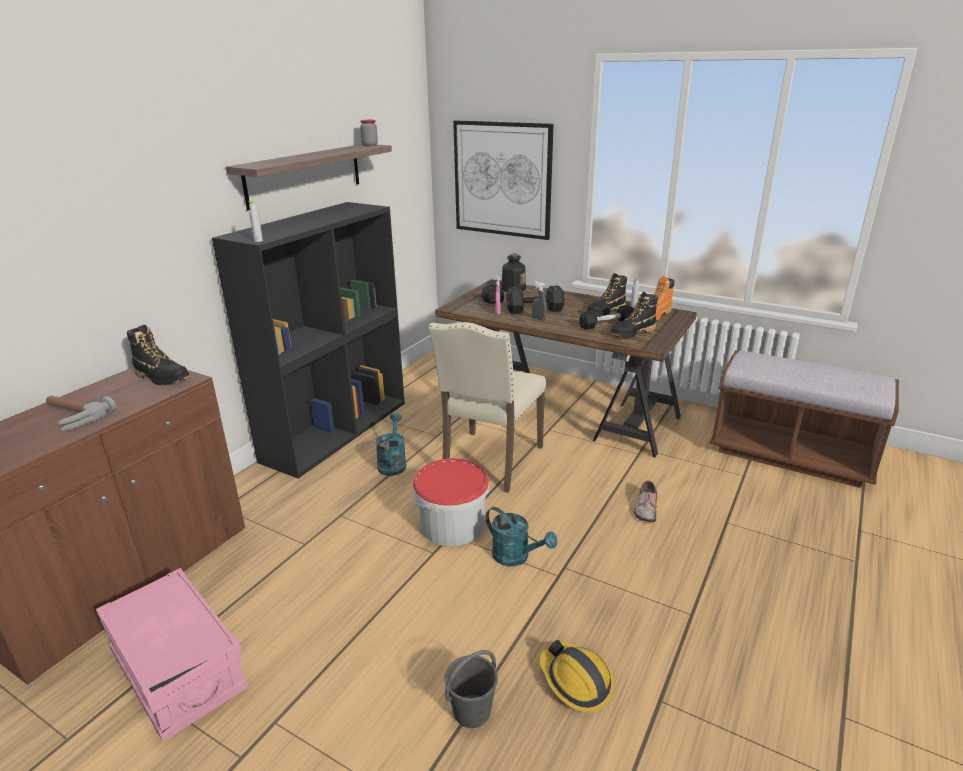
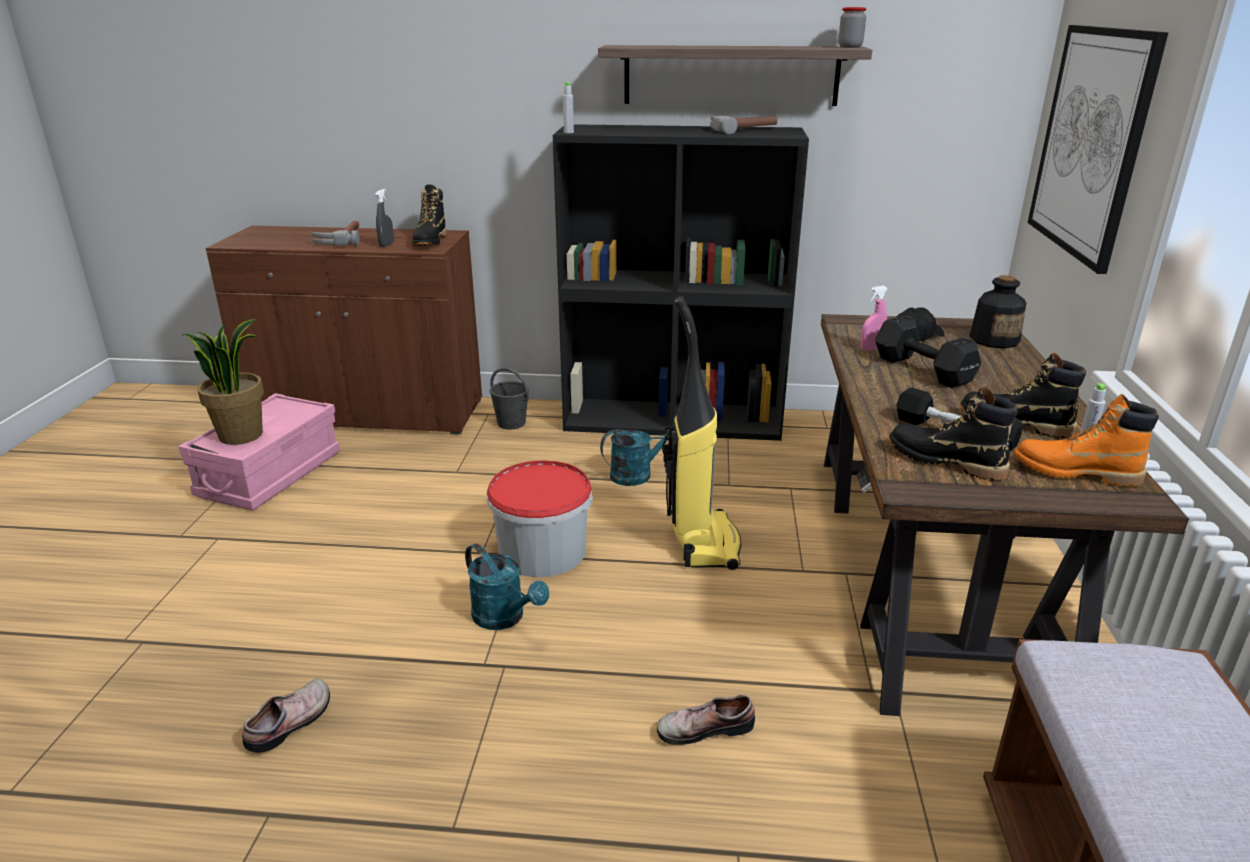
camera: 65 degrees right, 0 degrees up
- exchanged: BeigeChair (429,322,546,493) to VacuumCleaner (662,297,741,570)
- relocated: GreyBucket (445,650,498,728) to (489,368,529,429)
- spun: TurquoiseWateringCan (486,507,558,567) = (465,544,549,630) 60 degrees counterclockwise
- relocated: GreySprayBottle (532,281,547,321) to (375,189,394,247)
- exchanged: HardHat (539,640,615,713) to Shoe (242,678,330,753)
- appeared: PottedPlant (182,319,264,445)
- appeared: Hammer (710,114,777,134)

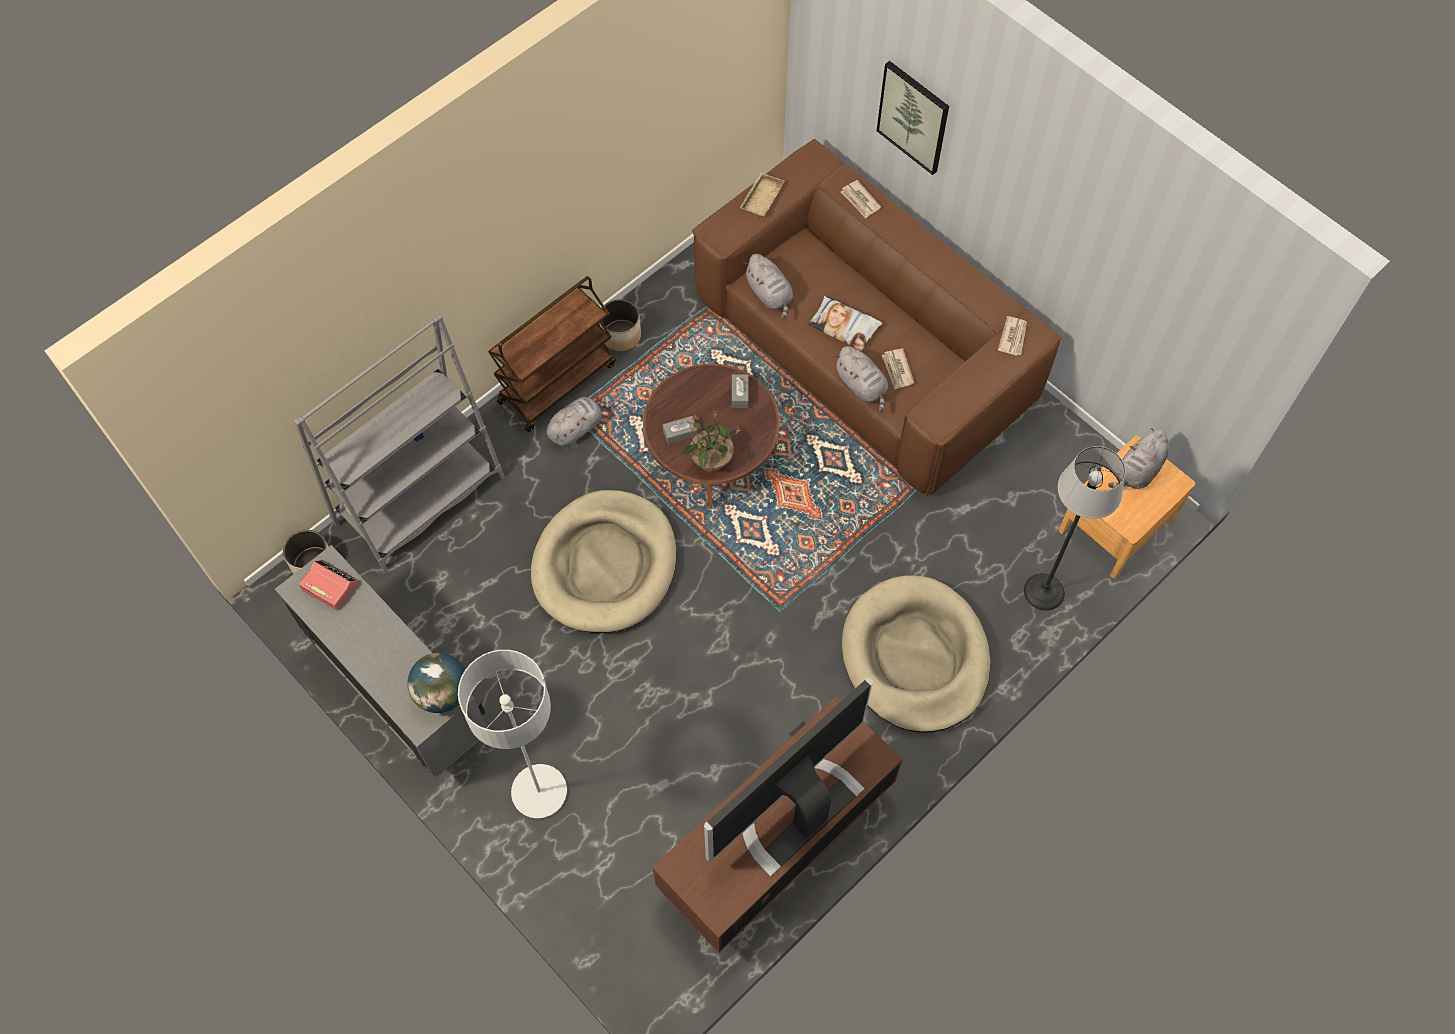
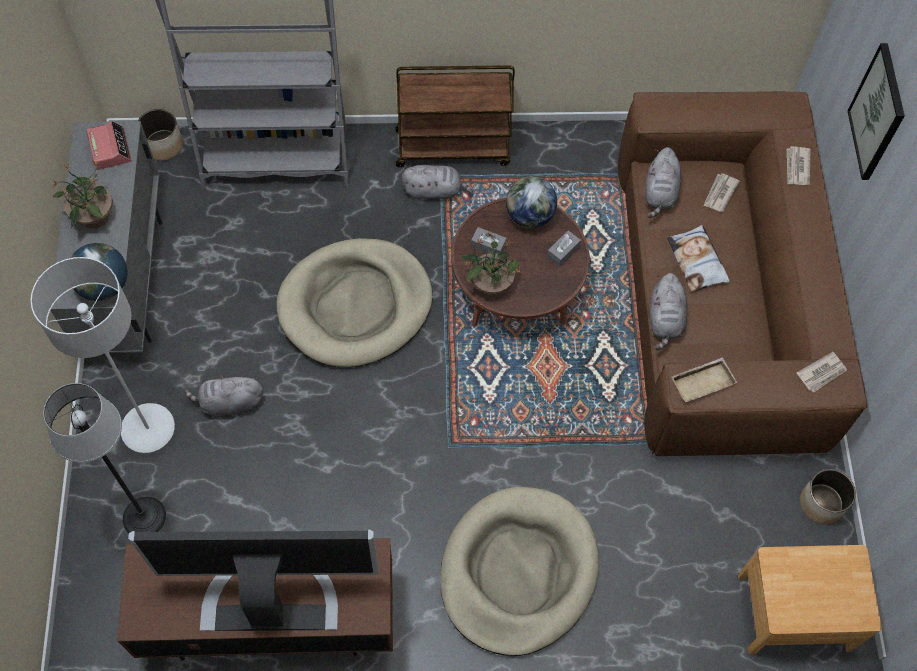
camera: 40 degrees right, 0 degrees up
- relocated: Planter (600,299,641,351) to (800,469,856,525)
- relocated: BeigeTray (740,172,784,218) to (672,358,737,402)
- relocated: Newspaper (882,349,914,389) to (703,173,740,212)
- relocated: FloorLamp (1024,446,1125,611) to (44,383,166,533)
- relocated: GreyPlushToy (1108,428,1169,489) to (184,373,263,417)
- appeared: PottedPlant (51,161,113,229)
- appeared: Globe (506,176,557,228)

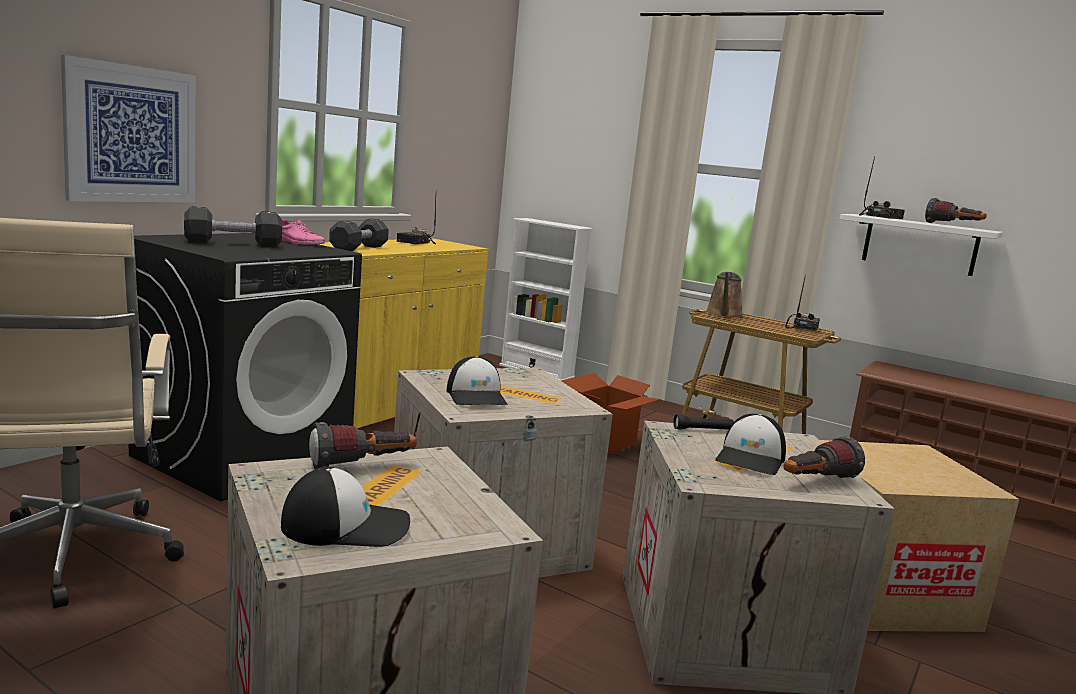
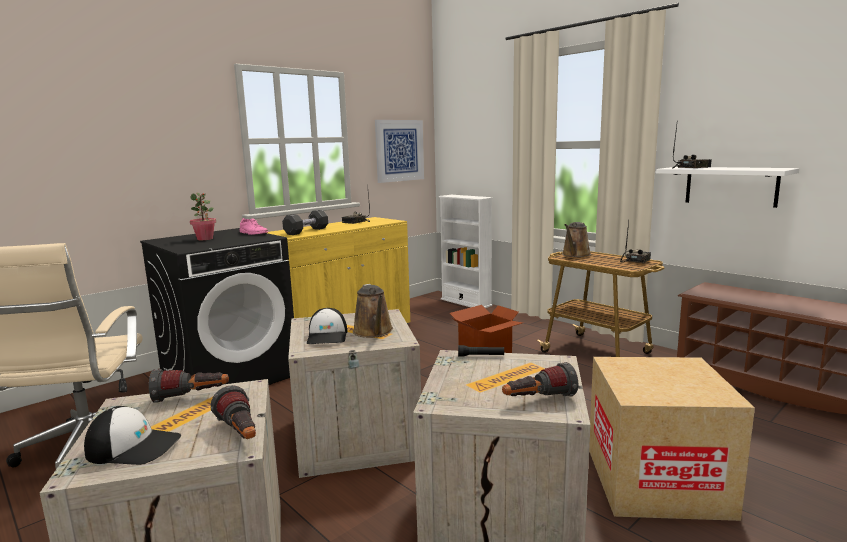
camera: 15 degrees right, 0 degrees up
- relocated: Picture (61,55,195,203) to (375,120,424,183)
- exchanged: BlackDumbbell (184,206,282,247) to PottedPlant (190,193,216,240)
- missing: Cap (715,414,786,475)
- relocated: Flashlight (925,198,987,223) to (211,385,256,439)
- appeared: BrownWateringCan (353,284,393,338)

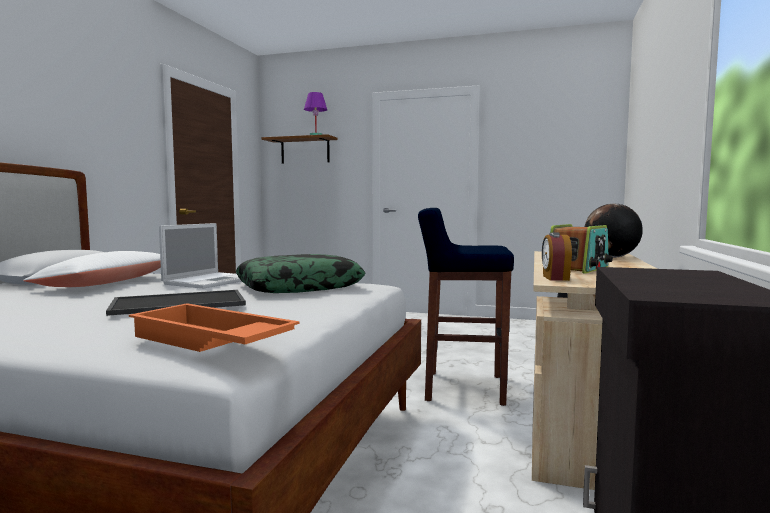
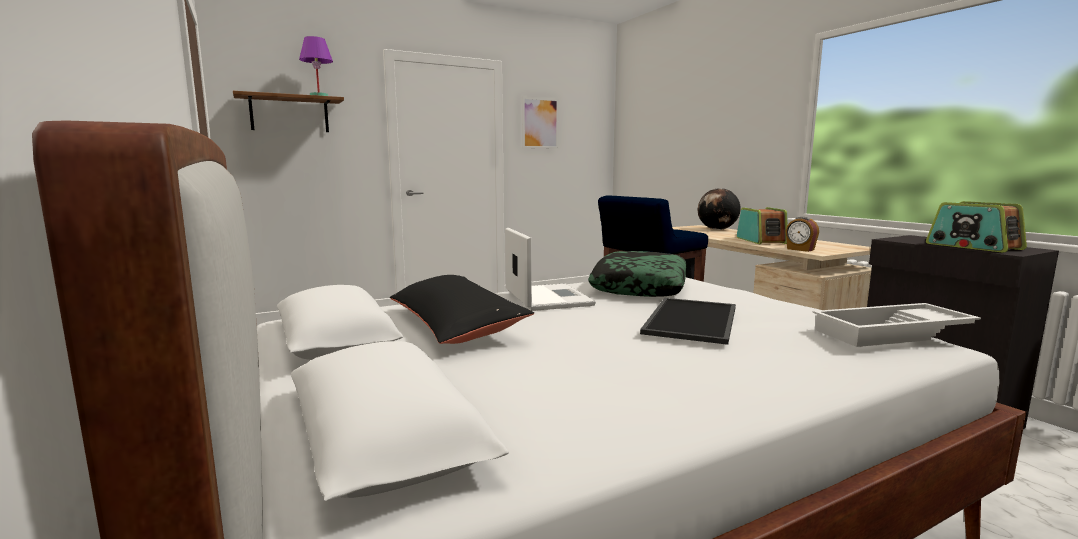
camera: 45 degrees left, 5 degrees up
- colour: WhitePillow (23,251,161,287) to BlackPillow (390,275,534,344)
- colour: OrangeTray (129,303,300,352) to WhiteTray (812,303,981,347)
- appeared: Picture (522,96,559,149)
- appeared: Radio (926,201,1027,252)

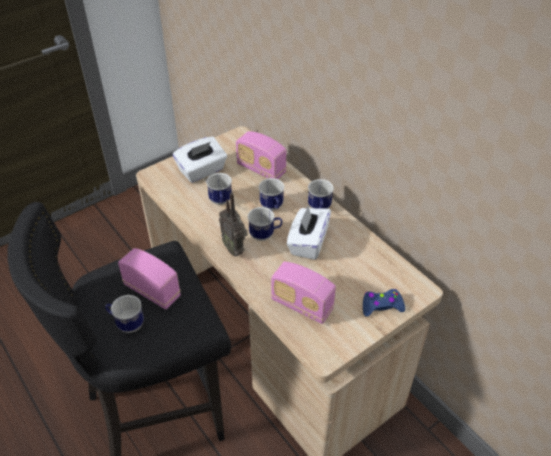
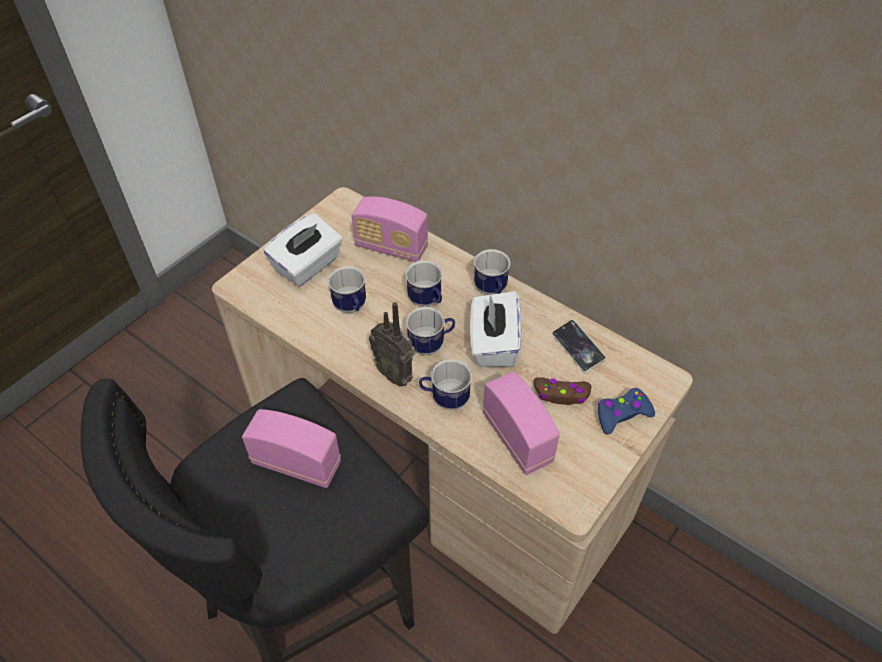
camera: 15 degrees left, 5 degrees up
- relocated: Mug (105,295,144,333) to (419,359,472,410)
- spun: Radio (271,262,336,324) = (482,371,560,475) 135 degrees counterclockwise
- appeared: BrownGameController (534,377,591,405)
- appeared: Phone (552,320,606,373)

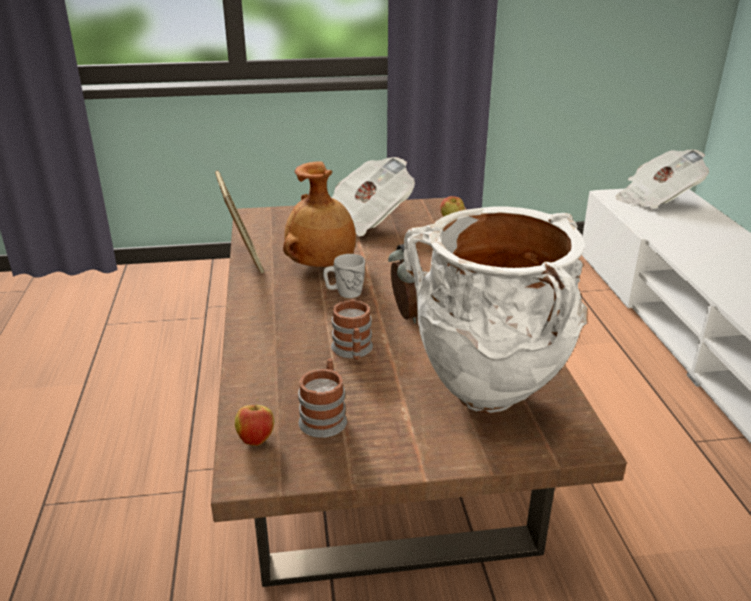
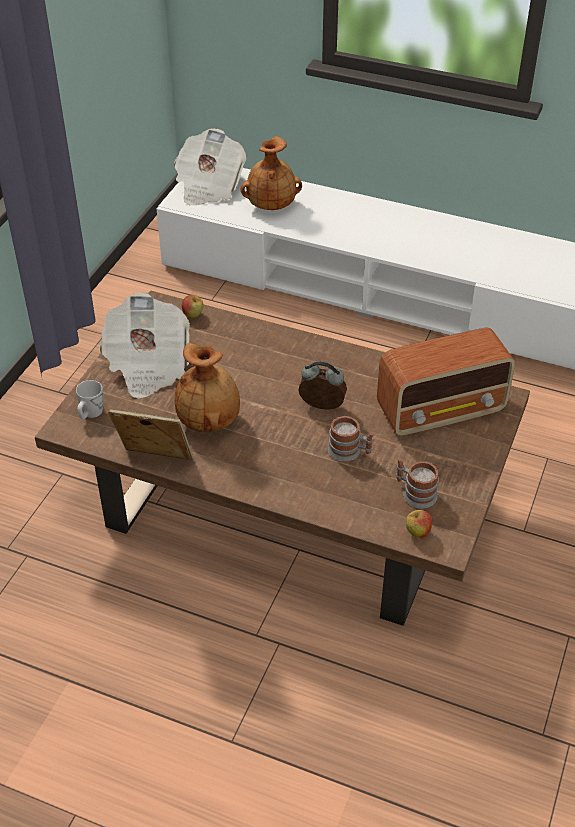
camera: 60 degrees left, 15 degrees up
- relocated: WhiteMug (323,254,365,298) to (76,380,103,420)
- exchanged: WhiteVase (403,206,587,413) to Radio (377,328,515,436)
- appeared: BrownVase (241,136,302,210)

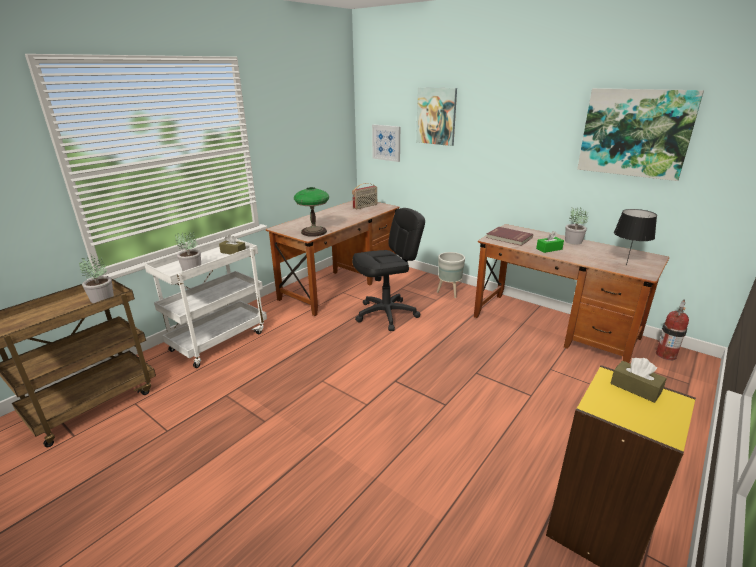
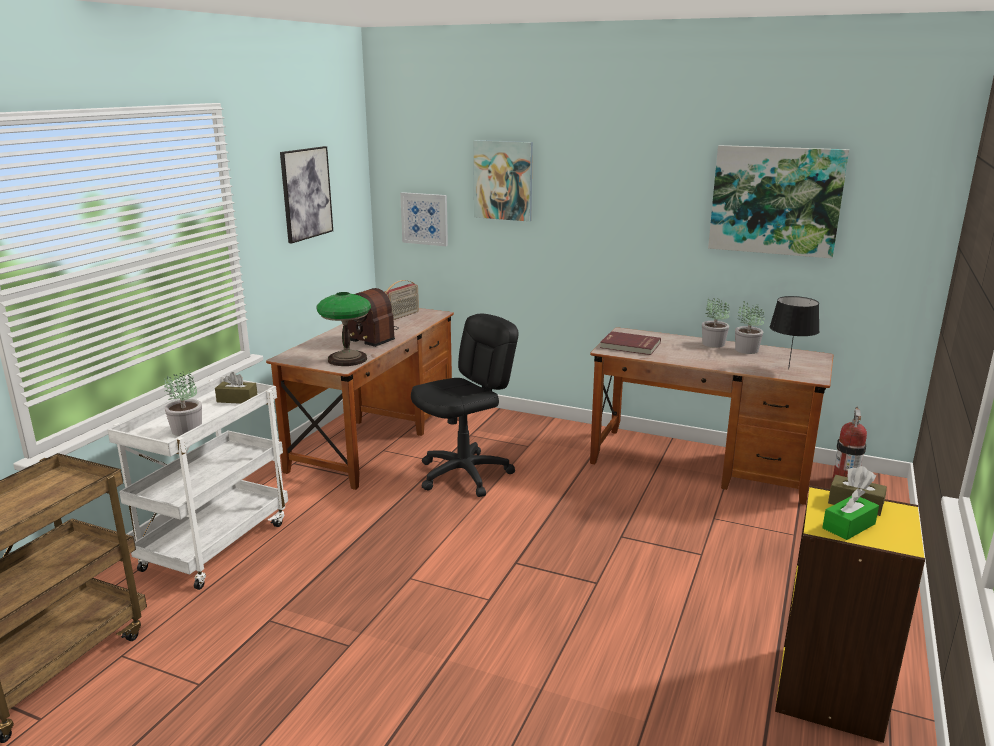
camera: 15 degrees left, 5 degrees down
- relocated: PottedPlant (79,253,114,303) to (735,301,765,354)
- missing: GreyPlanter (437,252,465,298)
- relocated: GreenTissueBox (536,231,564,253) to (822,489,879,540)
- appeared: Picture (280,146,333,244)
- appeared: Radio (347,288,399,347)

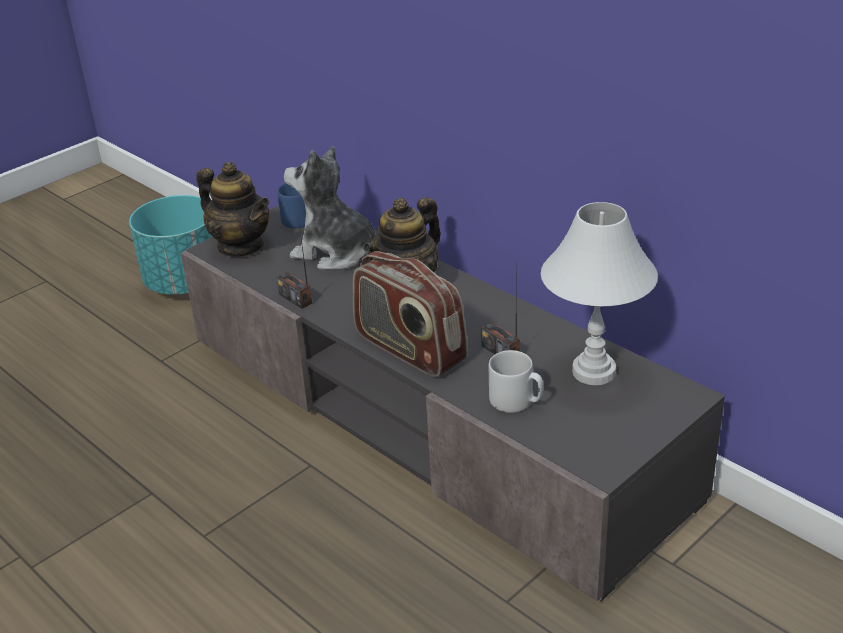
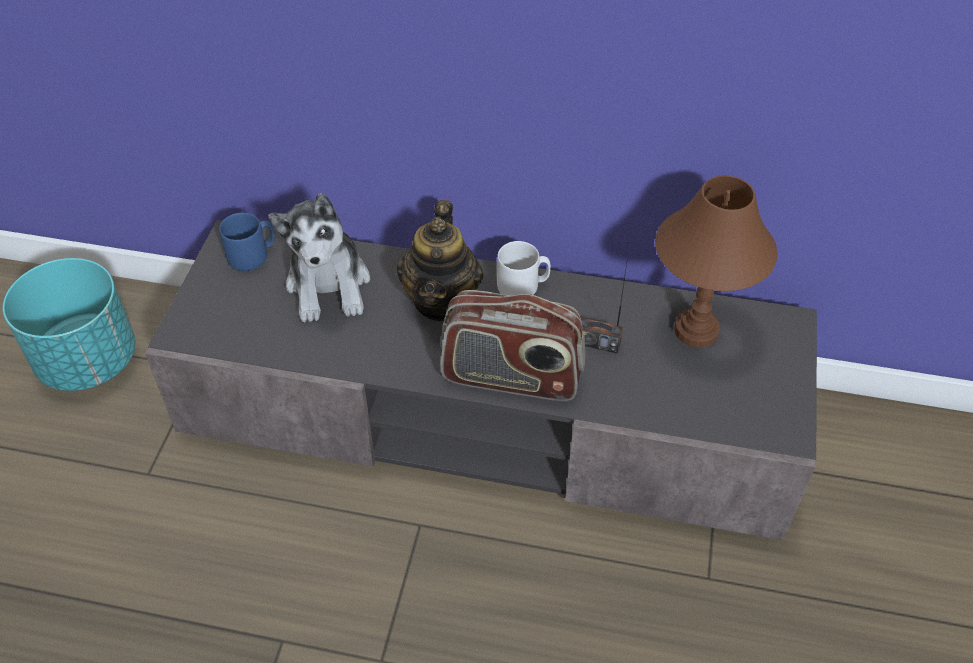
camera: 35 degrees left, 15 degrees up
- missing: Teapot (196,162,269,257)
- missing: Radio (277,216,312,309)
- spun: PlushToy (284,146,379,270) = (268,193,370,323) 90 degrees counterclockwise
- relocated: GreyMug (489,350,543,413) to (497,241,551,296)
- colour: WhiteTableLamp (541,202,658,385) to BrownTableLamp (655,176,778,347)

